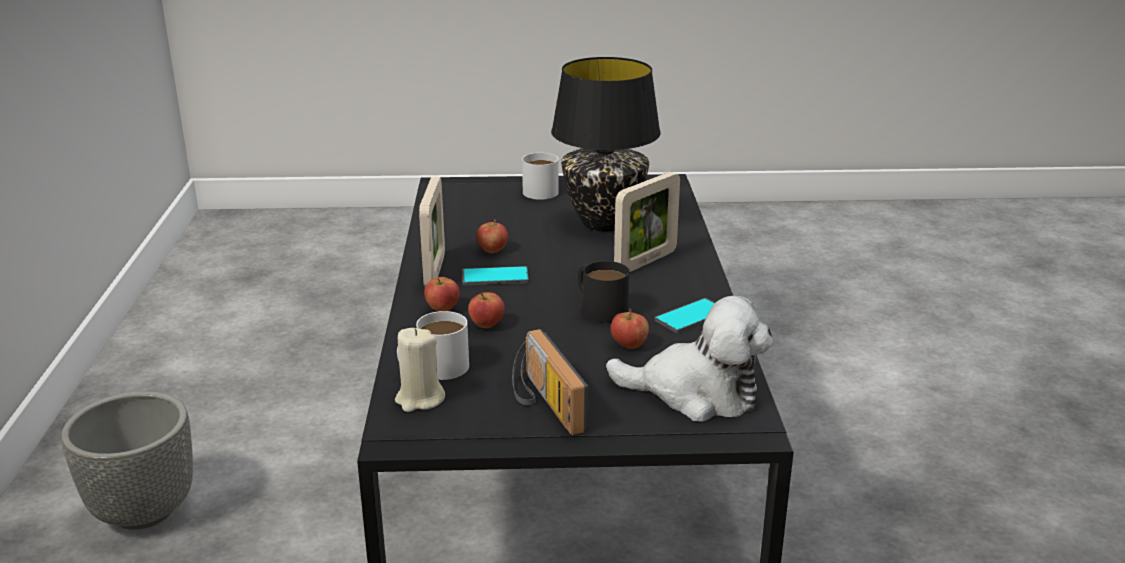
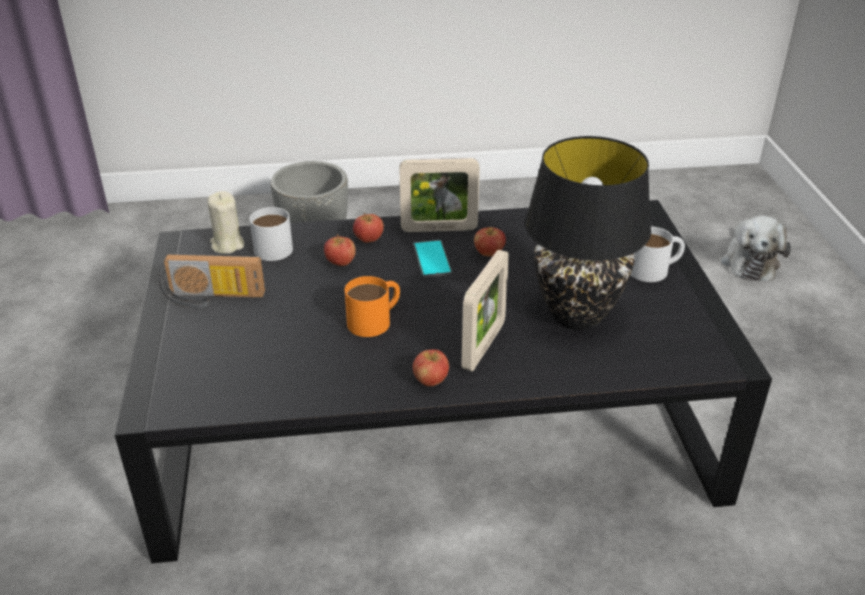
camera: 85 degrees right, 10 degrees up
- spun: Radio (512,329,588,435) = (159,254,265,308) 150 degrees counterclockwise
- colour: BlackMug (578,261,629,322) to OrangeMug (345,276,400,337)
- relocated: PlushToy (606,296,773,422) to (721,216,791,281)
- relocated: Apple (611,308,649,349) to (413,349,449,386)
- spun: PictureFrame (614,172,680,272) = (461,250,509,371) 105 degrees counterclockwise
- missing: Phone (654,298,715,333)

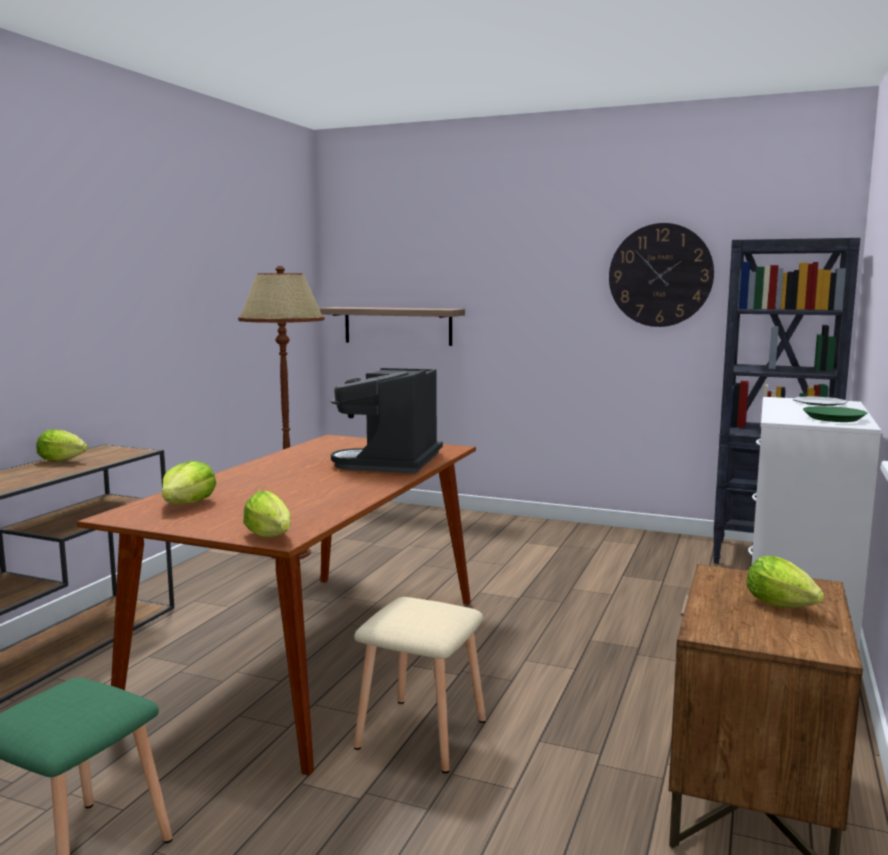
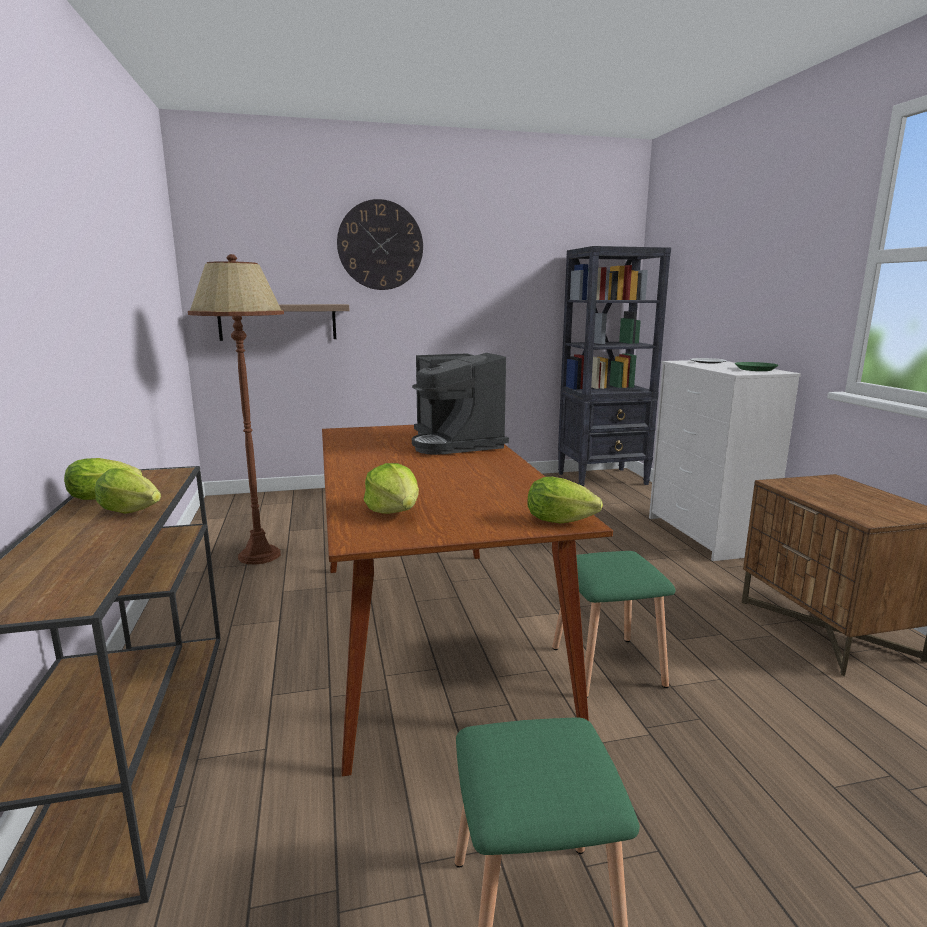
camera: 35 degrees left, 5 degrees up
- colour: BeigeStool (354,597,486,773) to GreenStool (552,551,676,698)
- relocated: WallClock (609,223,714,327) to (337,199,423,290)
- relocated: Lettuce (747,556,824,608) to (95,468,161,514)

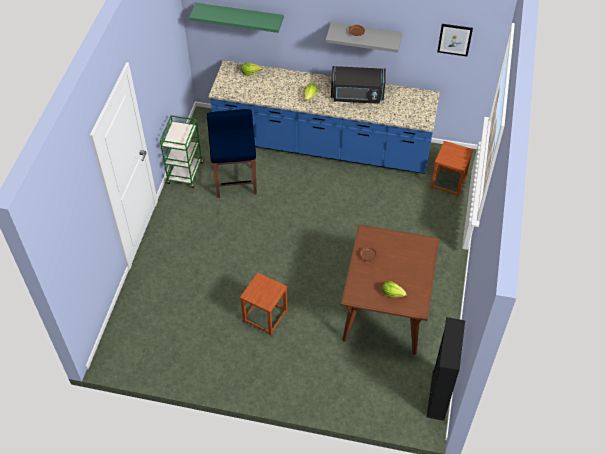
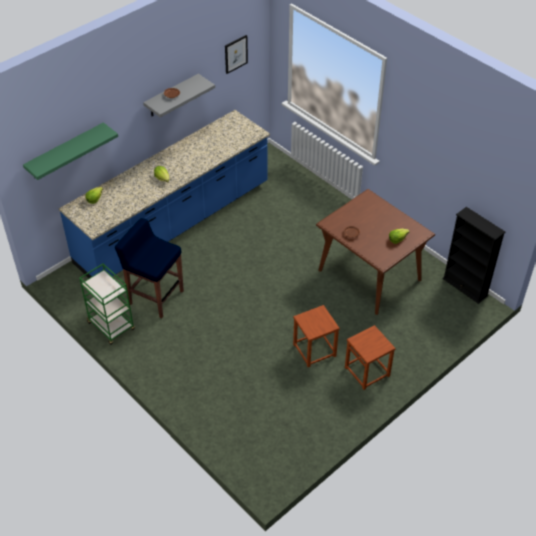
camera: 55 degrees left, 5 degrees down
- missing: BlackMicrowave (331,66,386,104)
- relocated: BrownStool (431,141,473,197) to (345,325,396,390)

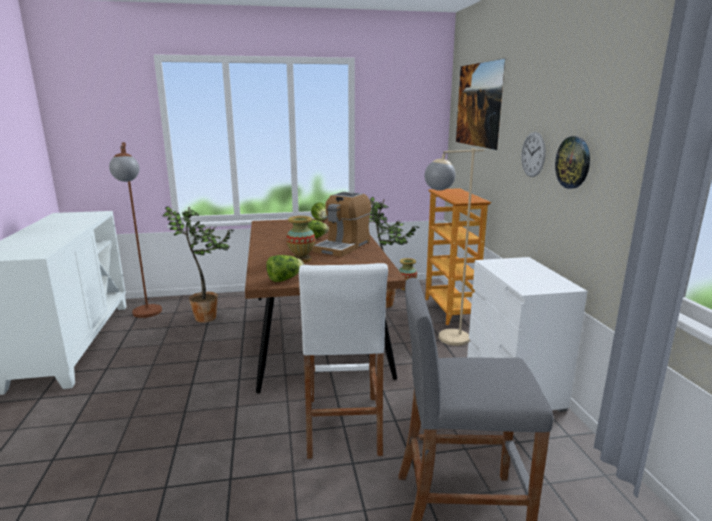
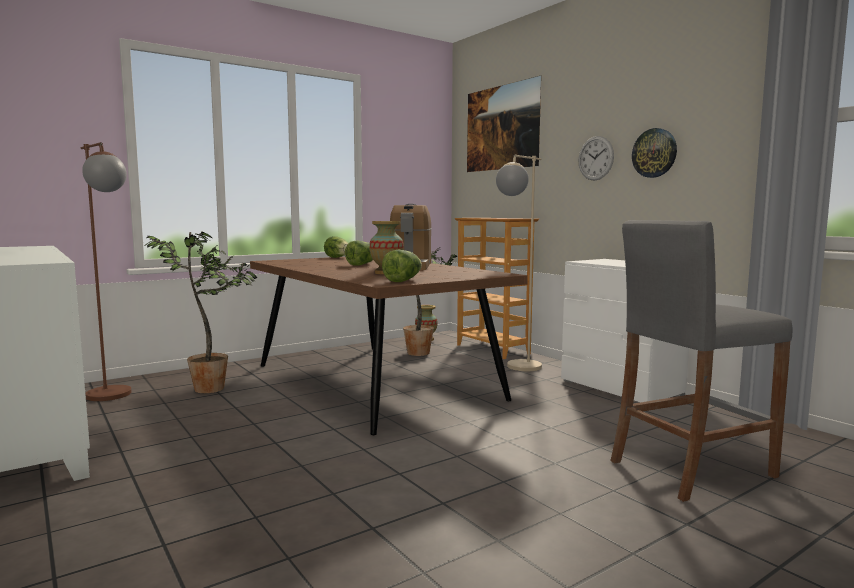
camera: 25 degrees left, 10 degrees down
- missing: WhiteStool (299,263,388,459)

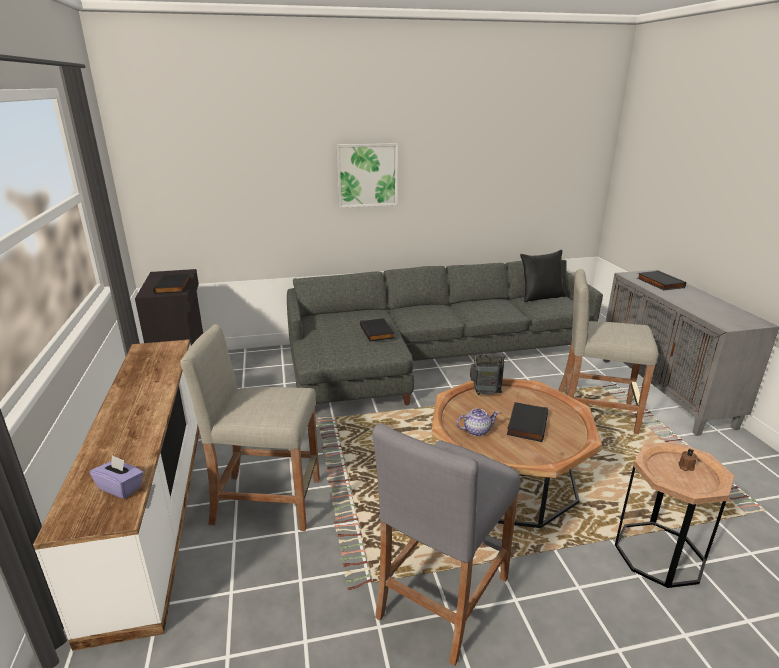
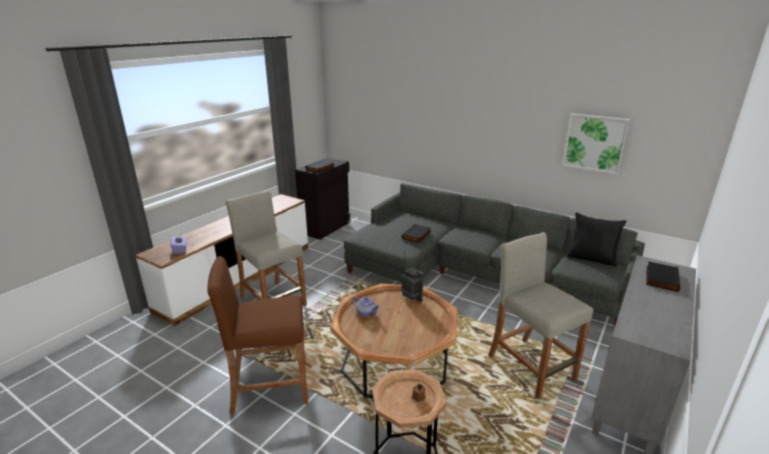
camera: 45 degrees right, 0 degrees up
- relocated: Picture (336,143,398,208) to (562,113,631,174)
- colour: GreyStool (372,423,520,666) to BrownStool (207,256,308,414)
- missing: BlackBook (507,402,548,442)

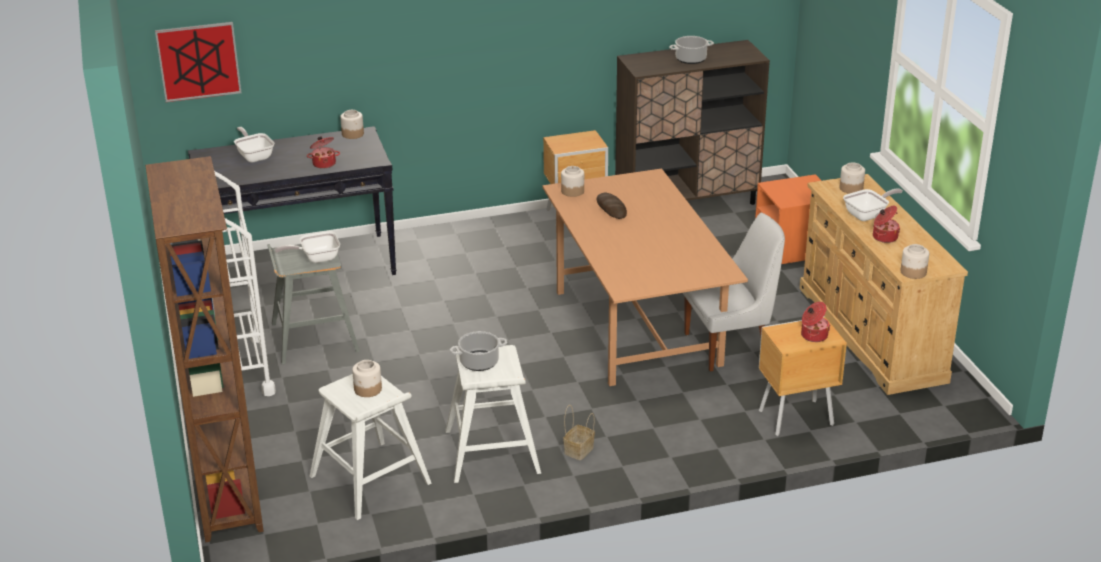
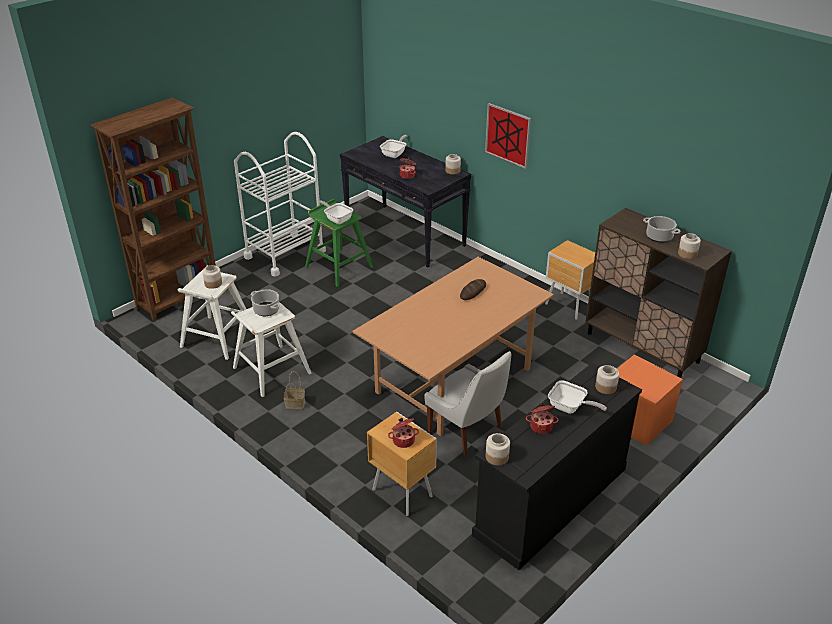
camera: 60 degrees right, 5 degrees up
- relocated: Picture (155,22,241,102) to (485,103,531,169)
- colour: GreyStool (267,244,360,364) to GreenStool (305,199,373,287)
- relocated: Jar (561,166,584,197) to (678,233,701,259)
- colour: BeigeDresser (799,174,968,395) to BlackDresser (472,363,642,570)

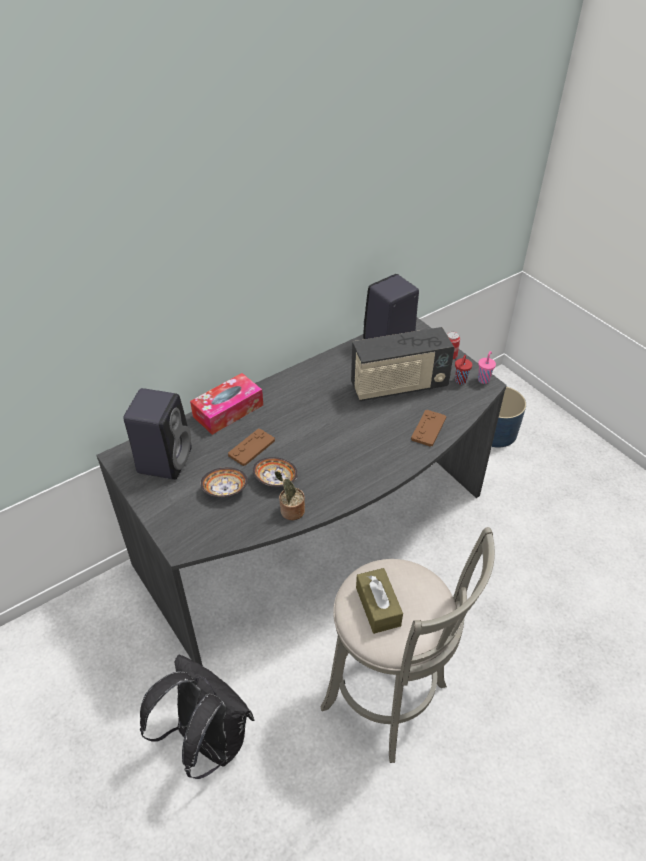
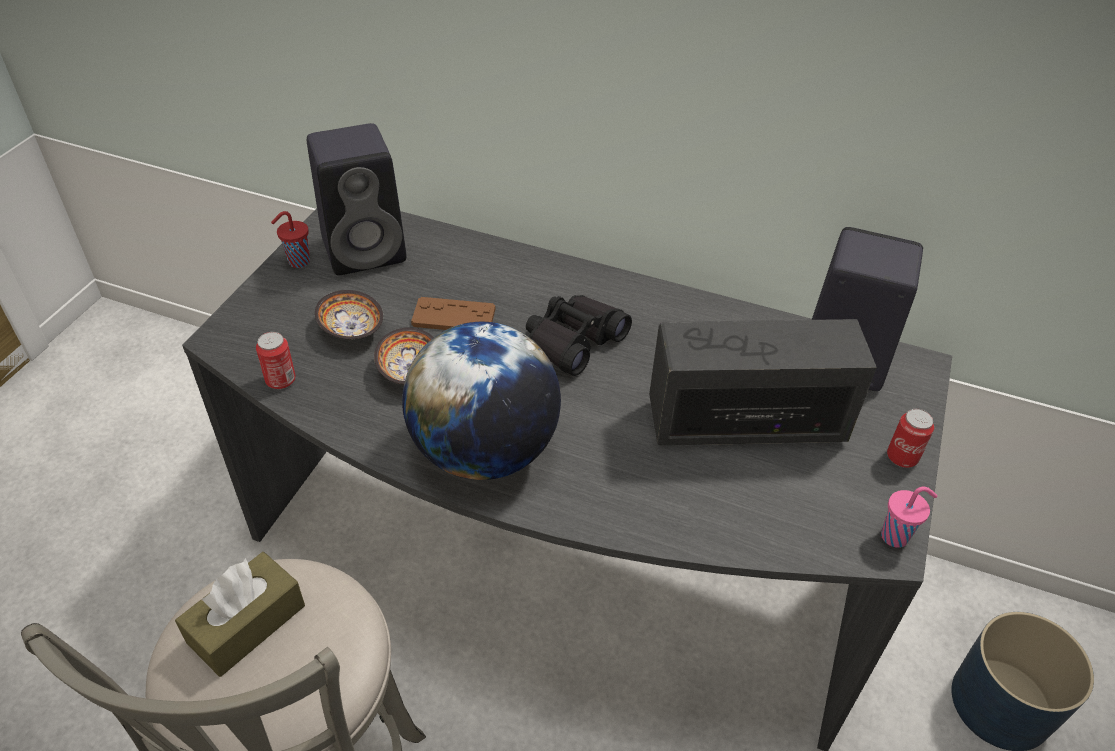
camera: 55 degrees right, 0 degrees up
- missing: BlackBackpack (140,655,254,779)
- missing: TissueBox (190,373,263,435)
- missing: PottedPlant (274,471,305,520)
- spun: Radio (351,327,455,401) = (649,319,877,446) 135 degrees clockwise
- missing: BrownGameController (411,410,446,447)
- relocated: RedCup (455,355,472,385) to (271,211,310,268)
- appeared: Can (256,332,296,389)
- appeared: Globe (402,322,561,480)
- appeared: BlackBinoculars (526,295,632,376)

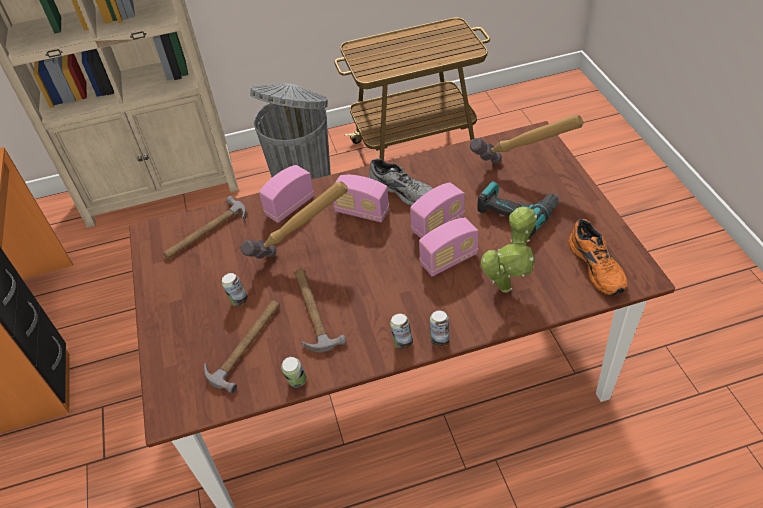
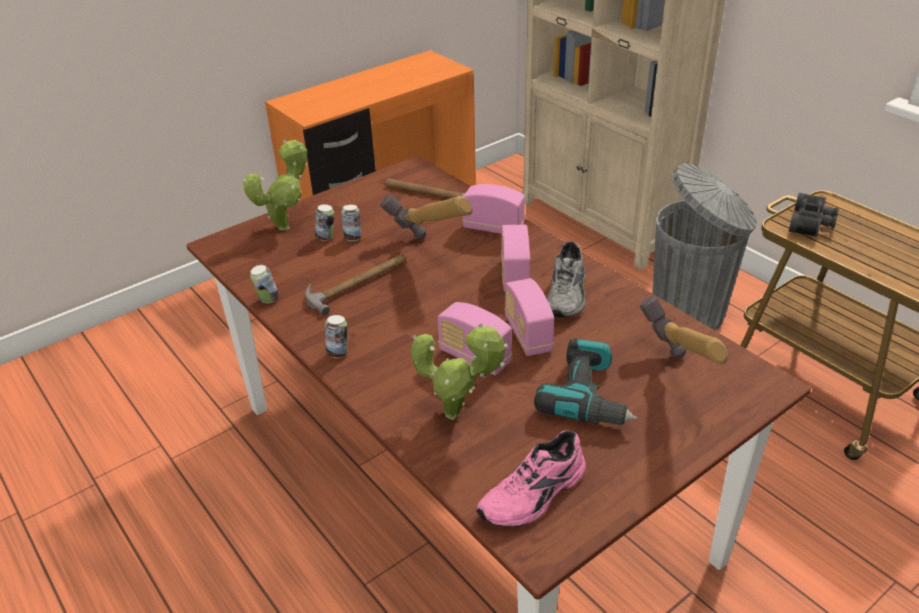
camera: 65 degrees right, 10 degrees down
- missing: Hammer (204,300,280,393)
- spun: Radio (410,183,465,238) = (505,278,554,356) 45 degrees clockwise
- relocated: Can (430,310,449,347) to (315,204,334,241)
- colour: OrangeShoe (568,219,627,295) to PinkShoe (476,430,586,527)
- appeared: PottedPlant (243,140,307,231)
- appeared: BlackBinoculars (789,193,839,237)

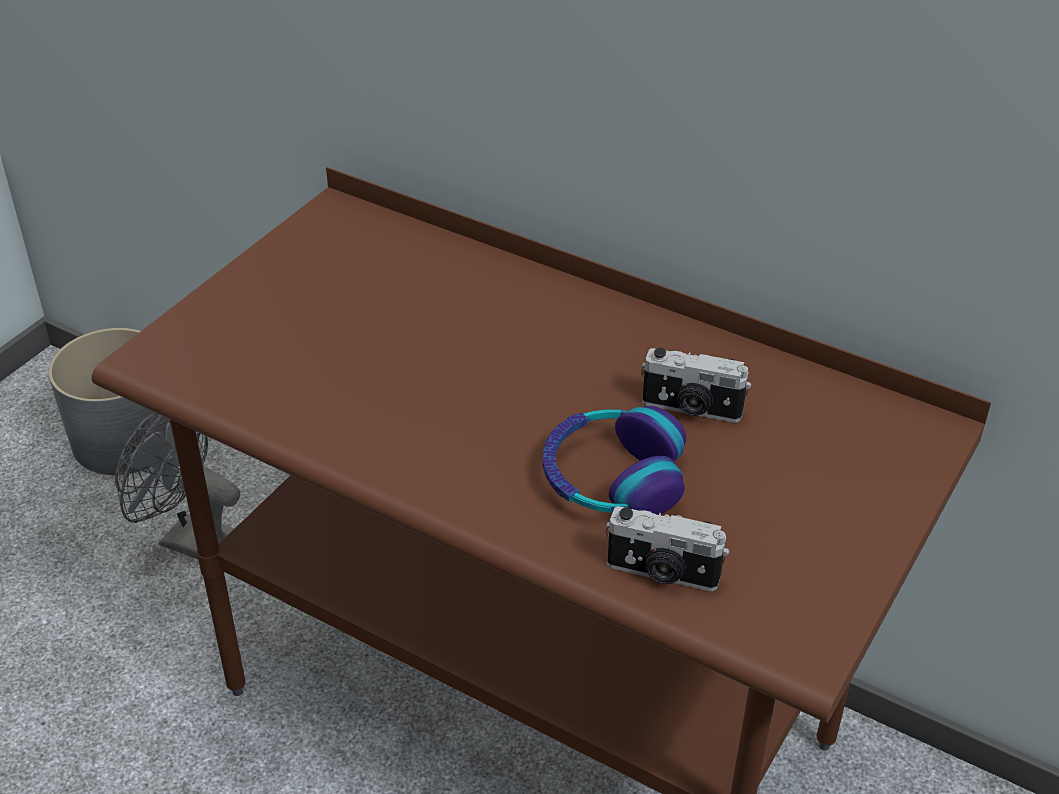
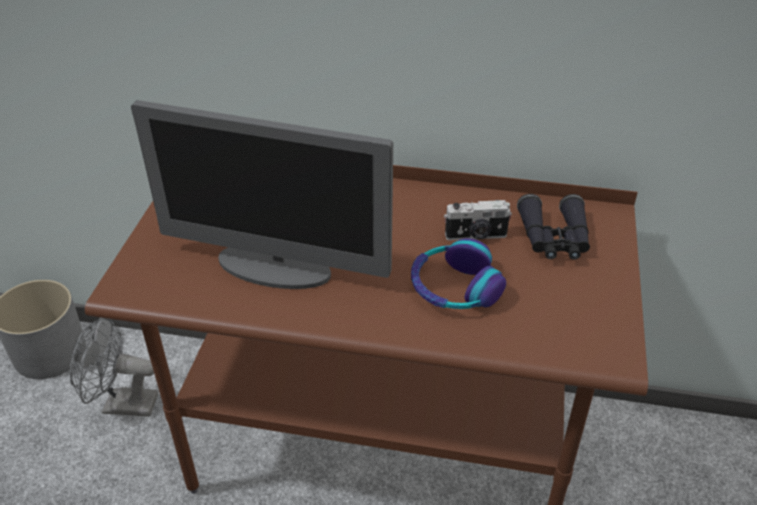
camera: 20 degrees left, 0 degrees up
- missing: PhotoCamera (605,506,729,592)
- appeared: Monitor (131,100,393,289)
- appeared: BlackBinoculars (517,194,590,260)

